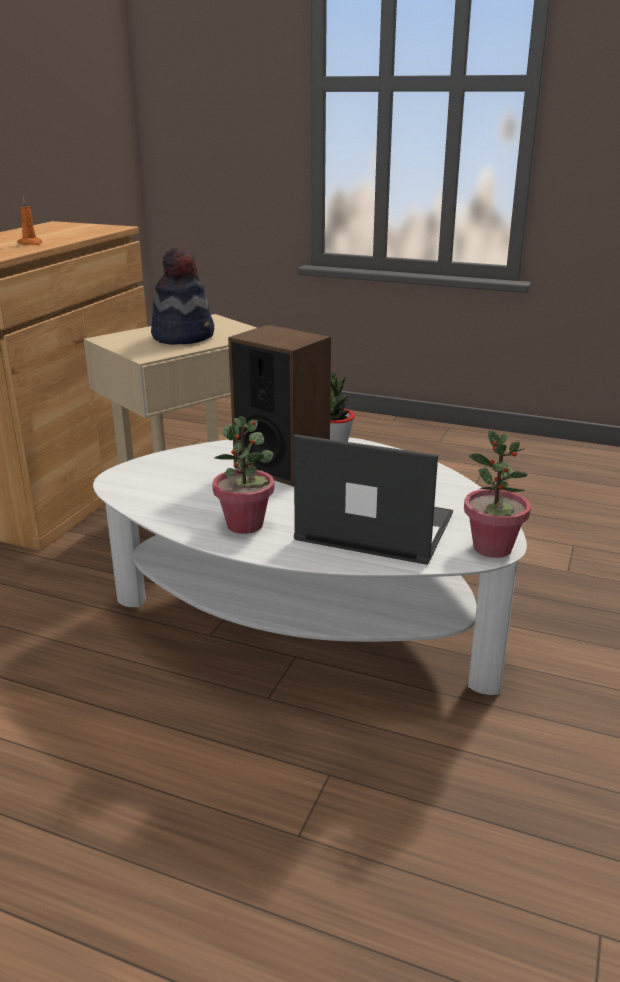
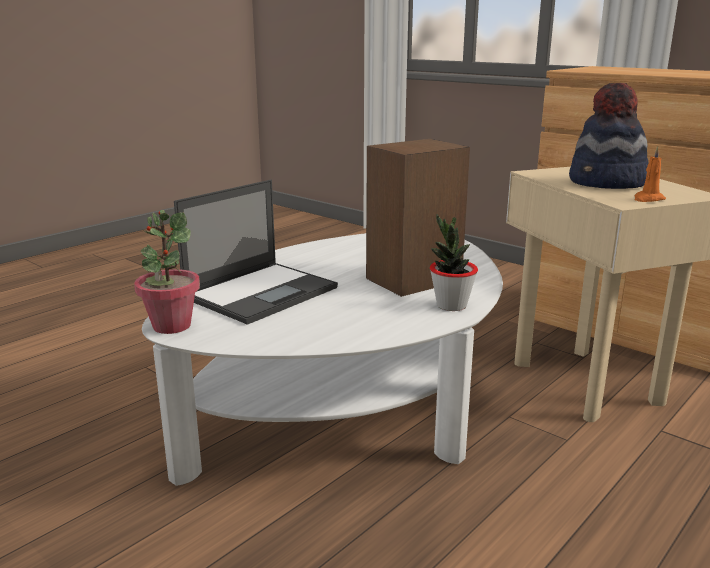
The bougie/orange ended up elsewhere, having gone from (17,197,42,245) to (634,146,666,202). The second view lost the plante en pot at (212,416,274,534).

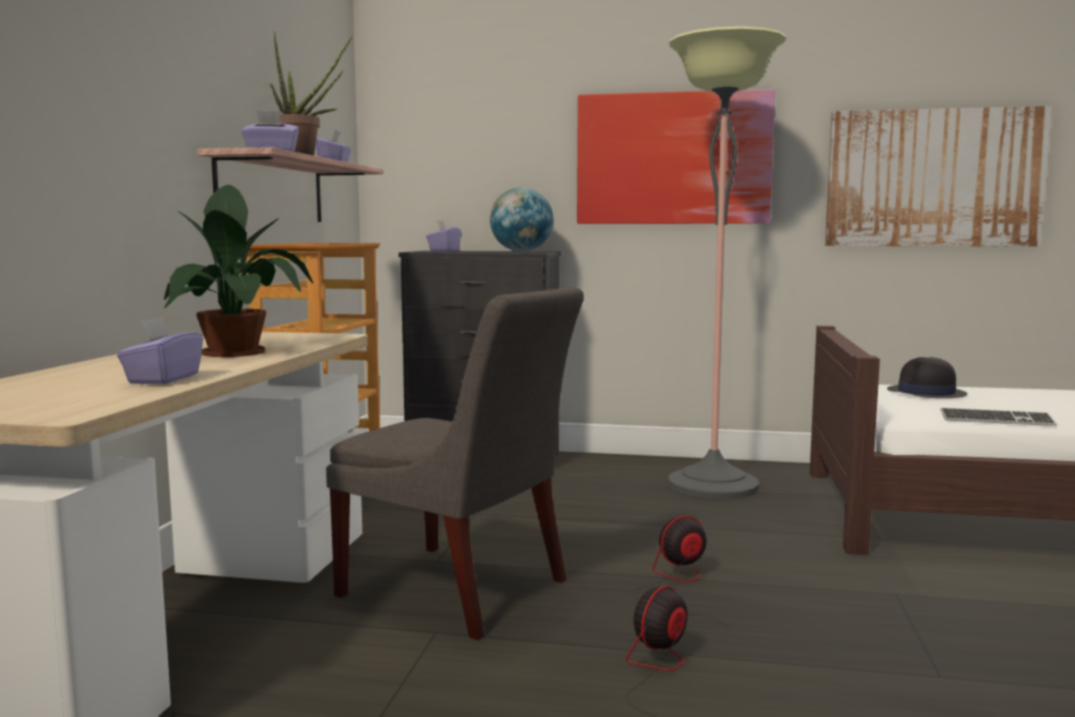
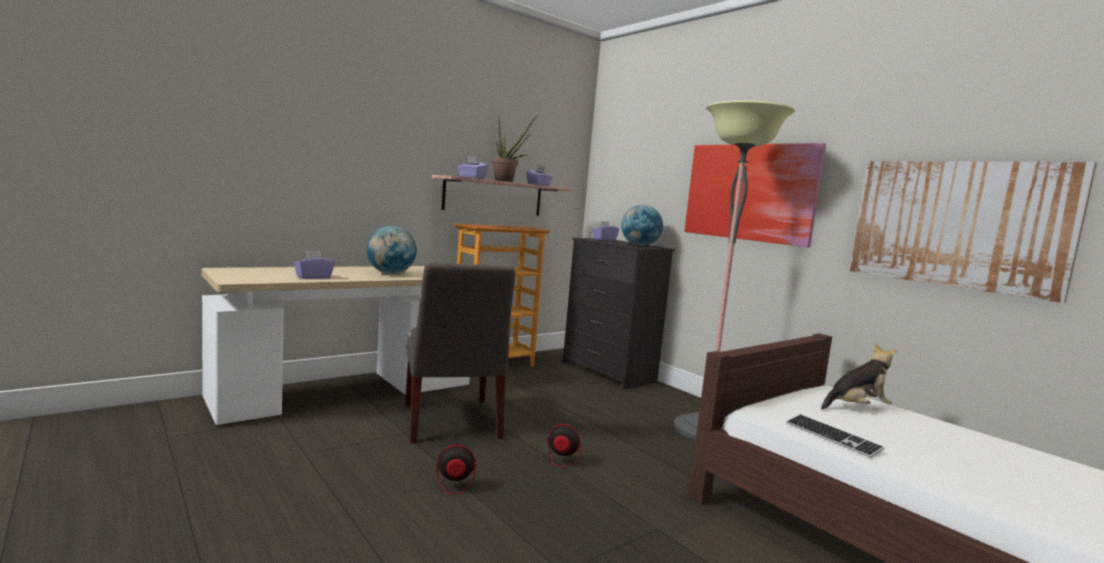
Where the plante en pot stood at (164,185,313,357), the globe came to stand at (367,226,417,274). Where the chapeau/noir stood at (887,357,967,398), the peluche came to stand at (821,343,897,410).

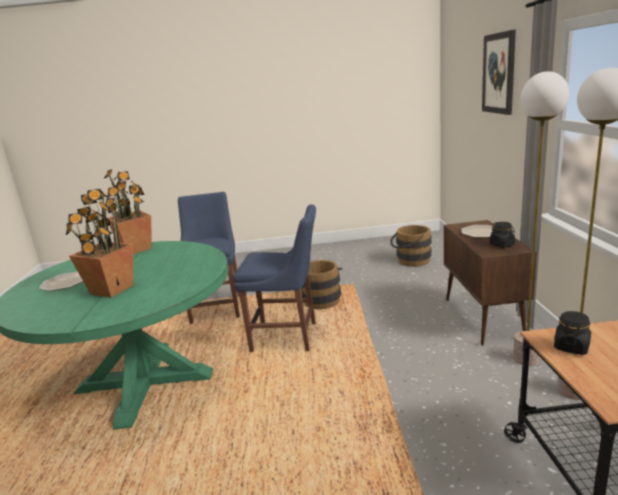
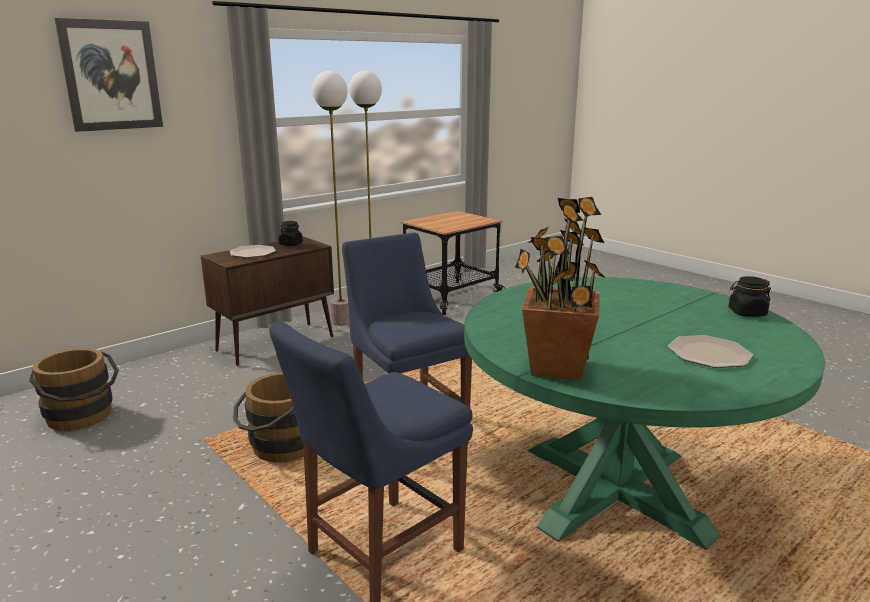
The second view lost the plante en pot at (66,189,133,298). The bocal/noir ended up elsewhere, having gone from (554,311,591,355) to (728,276,771,317).

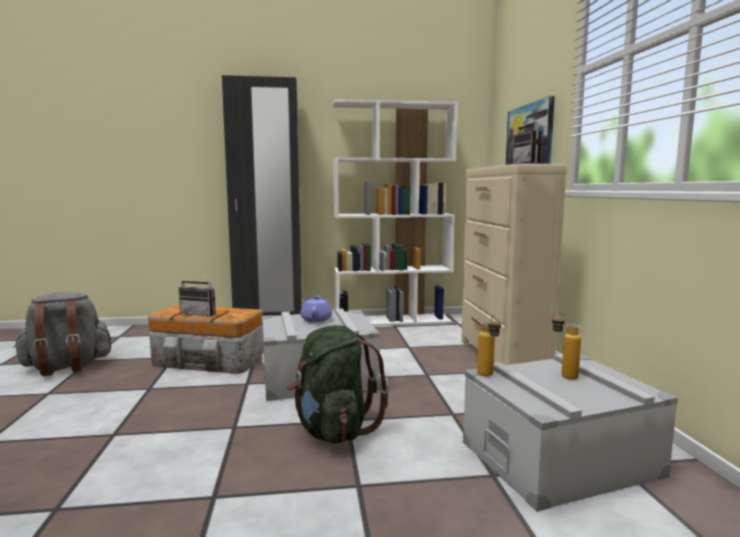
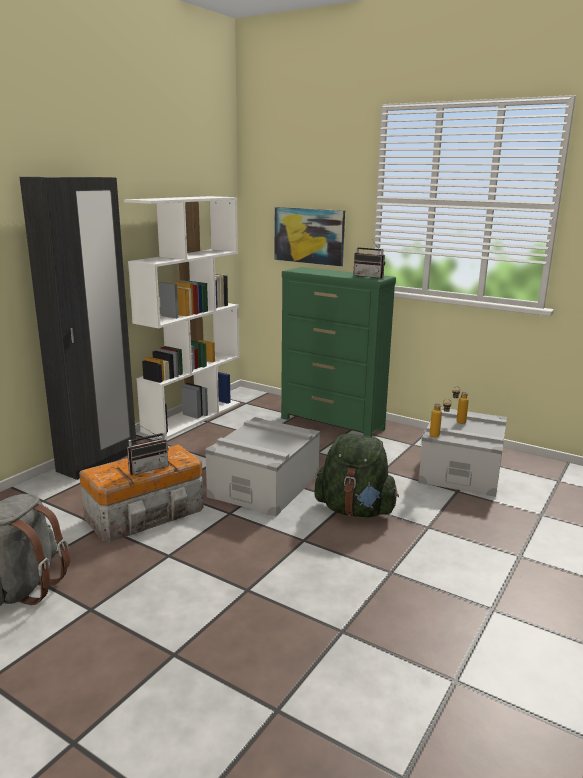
What was the commode/beige at (461,163,567,365) turned into the commode/vert at (281,267,396,437). The second view lost the théière/violet at (300,295,332,322).

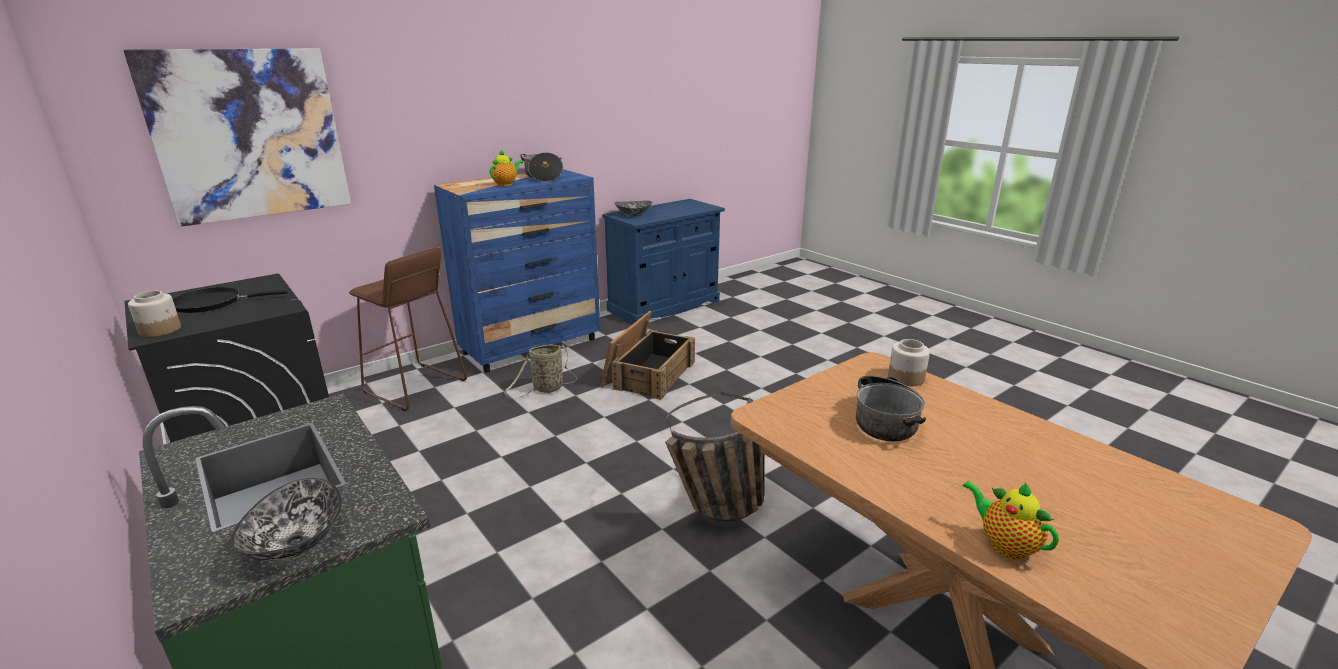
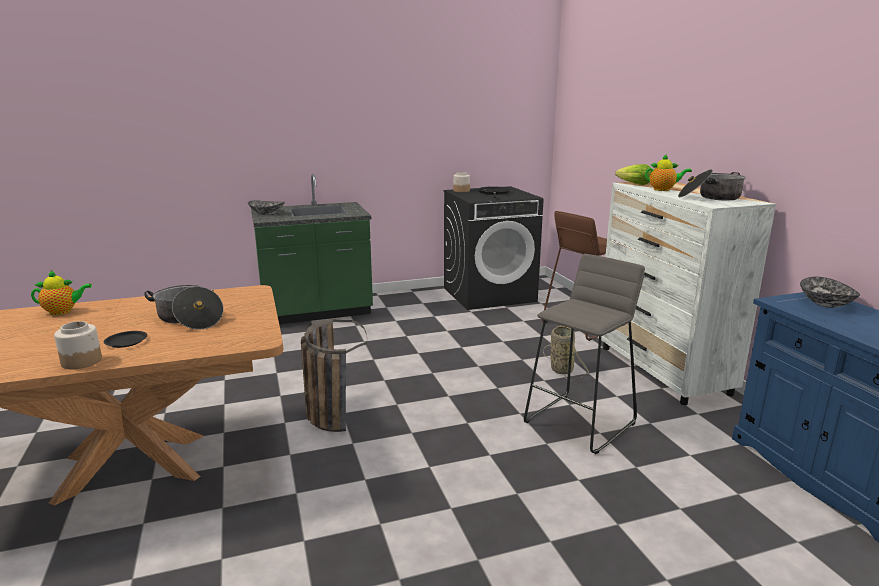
The second view lost the tableau at (123,48,351,227). The théière at (490,150,523,186) ended up facing another way, 45 degrees counterclockwise from before. What was the commode/bleu at (434,169,600,372) turned into the commode/blanc at (598,182,776,405). Where the caisse stood at (600,311,695,400), the tabouret/gris came to stand at (524,254,645,454). The bocal ended up elsewhere, having gone from (888,339,930,386) to (54,321,102,369). The second view gained the laitue at (615,164,651,185). The second view gained the assiette/noir at (104,331,148,348).

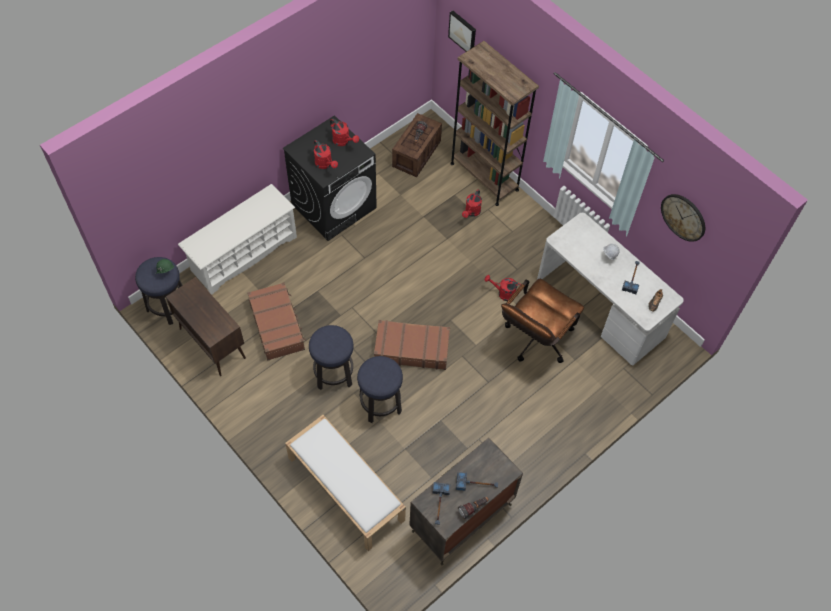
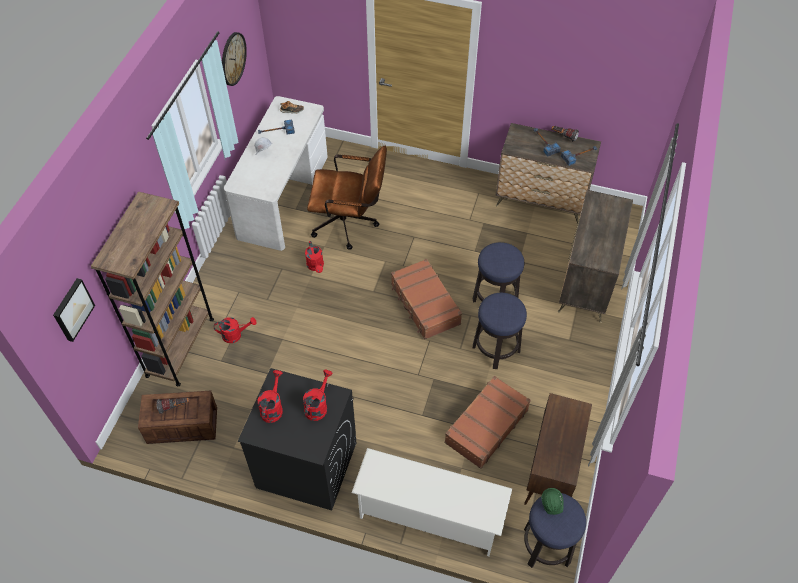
Where the banc/blanc stood at (285,415,406,551), the commode came to stand at (558,190,633,323).

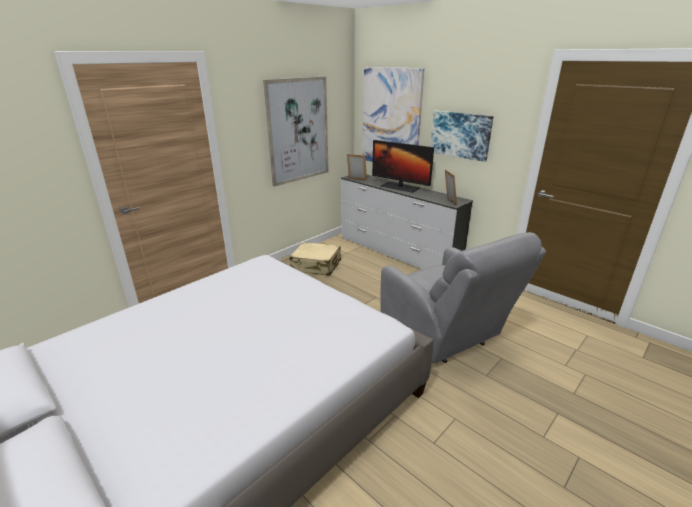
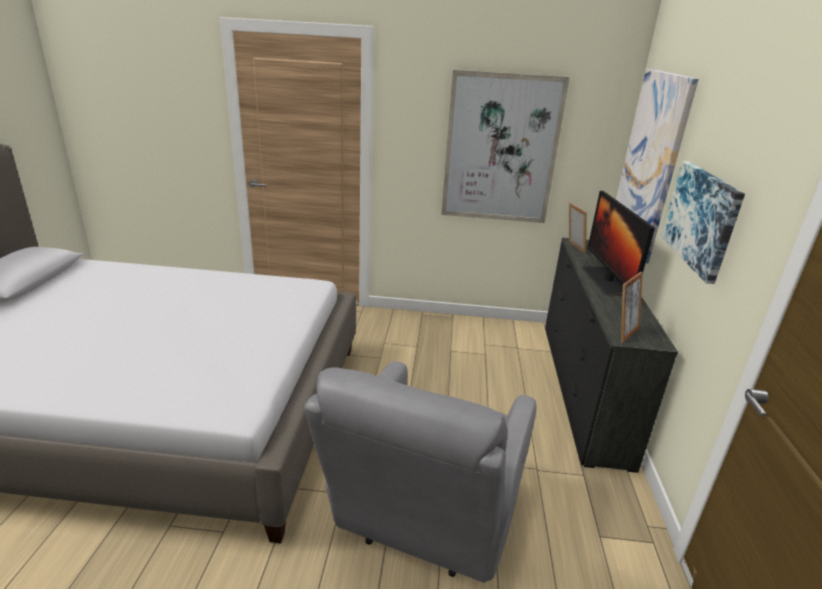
What was the commode/blanc at (341,174,473,270) turned into the commode/noir at (545,238,678,473). The second view lost the valise/beige at (289,242,341,276).

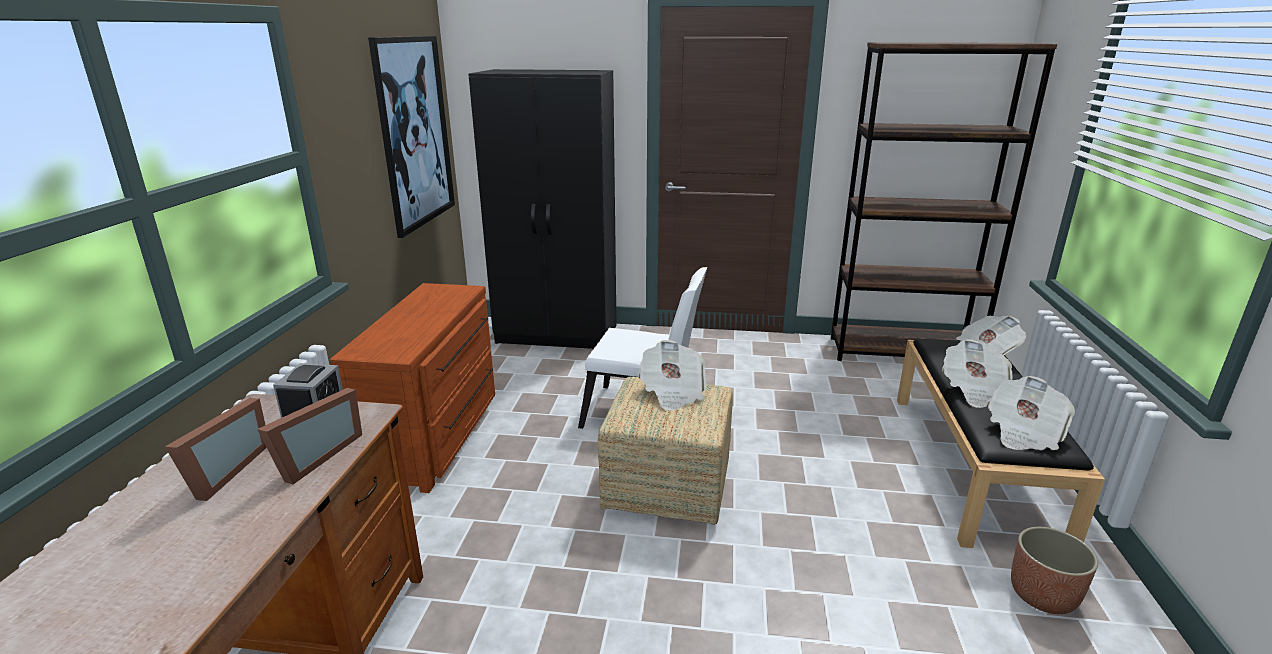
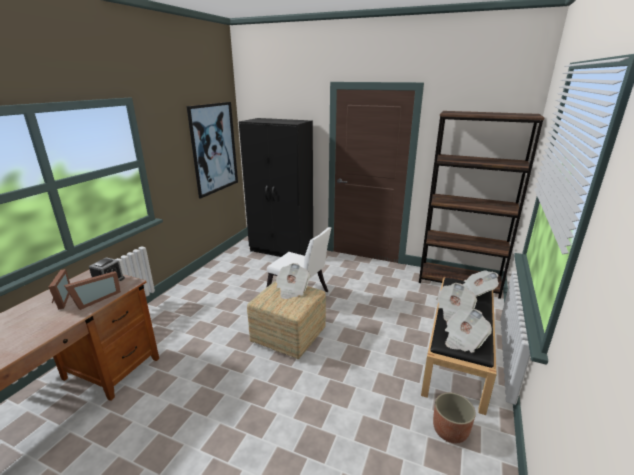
The second view lost the commode/marron at (330,283,495,493). The cadre photo at (165,398,267,501) ended up facing another way, 45 degrees counterclockwise from before.

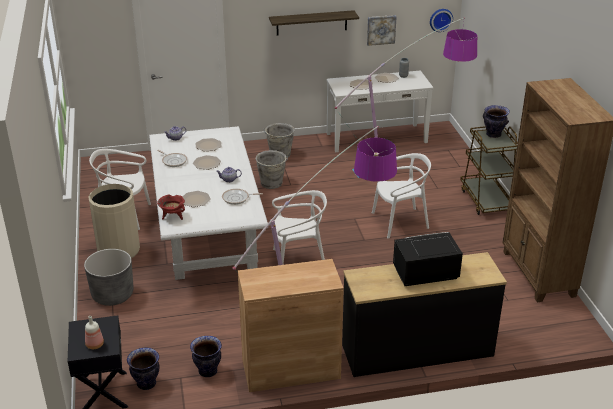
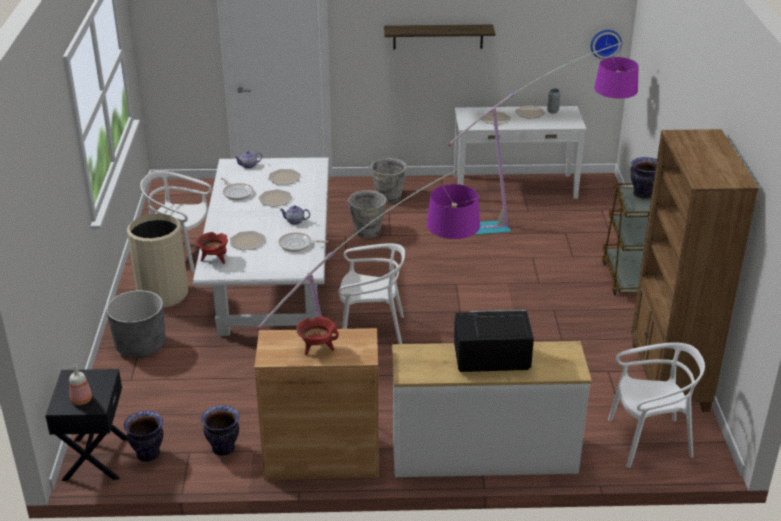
The second view lost the tableau at (367,15,397,46). The chaise/blanc ended up elsewhere, having gone from (372,153,431,238) to (608,342,705,468). What was the commode/noir at (342,252,507,377) turned into the commode/blanc at (392,341,592,477). The second view gained the marmite/rouge at (296,317,339,355).

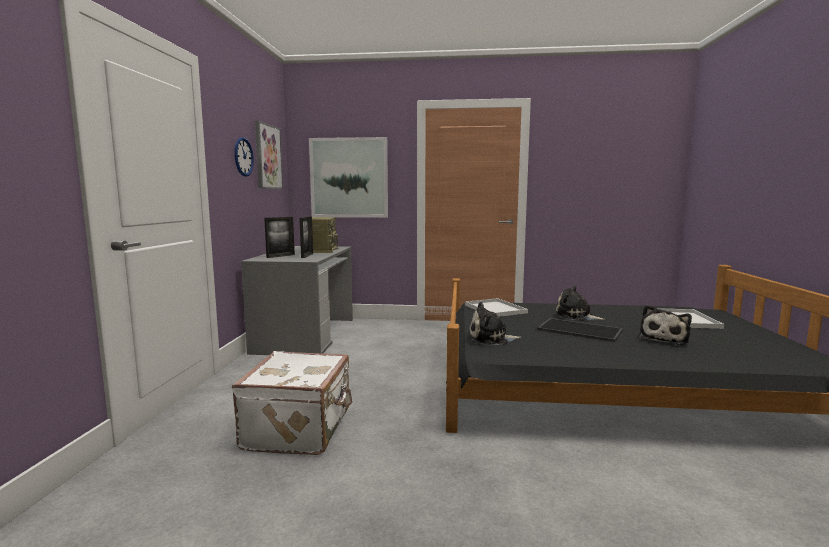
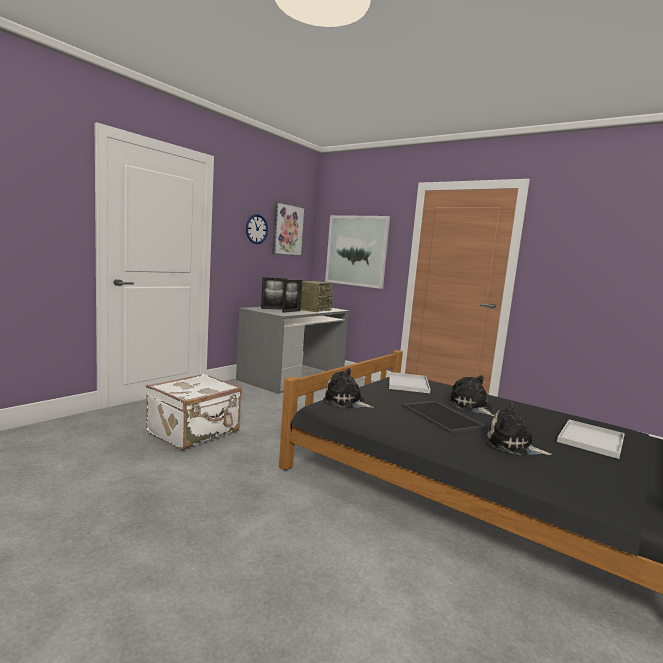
The peluche at (640,305,692,345) ended up facing another way, 60 degrees clockwise from before.

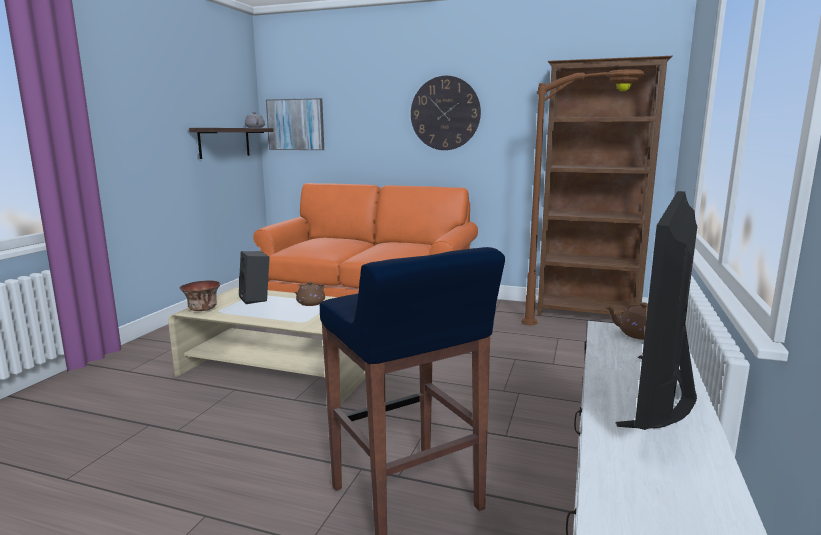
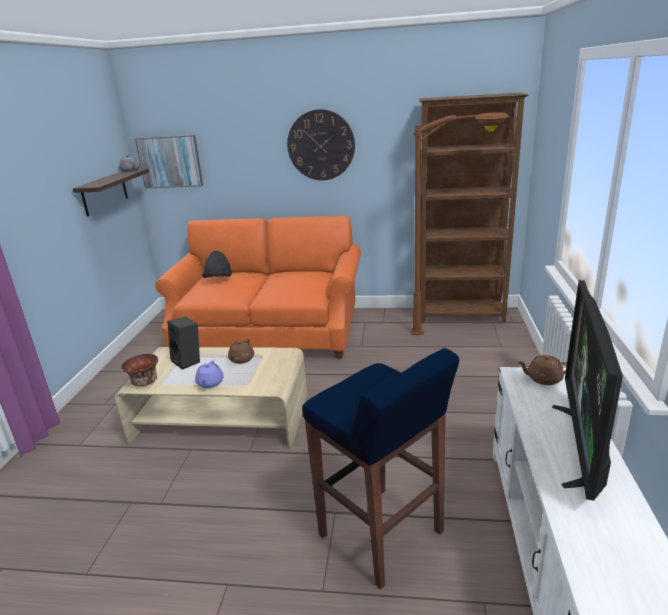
The second view gained the chapeau/noir at (202,250,232,278). The second view gained the théière/violet at (195,361,224,388).

